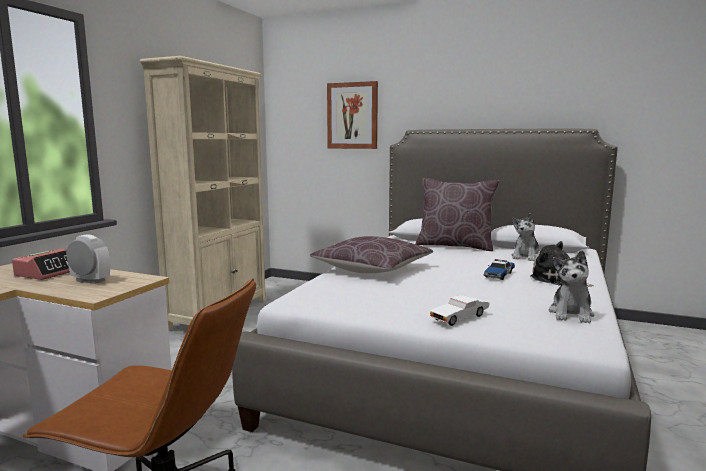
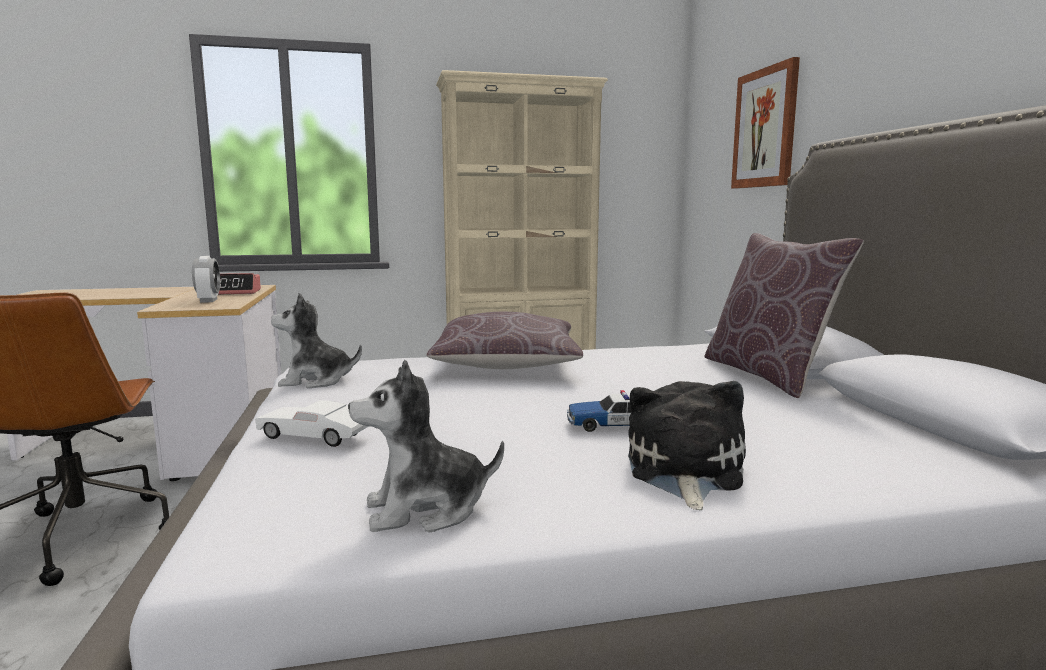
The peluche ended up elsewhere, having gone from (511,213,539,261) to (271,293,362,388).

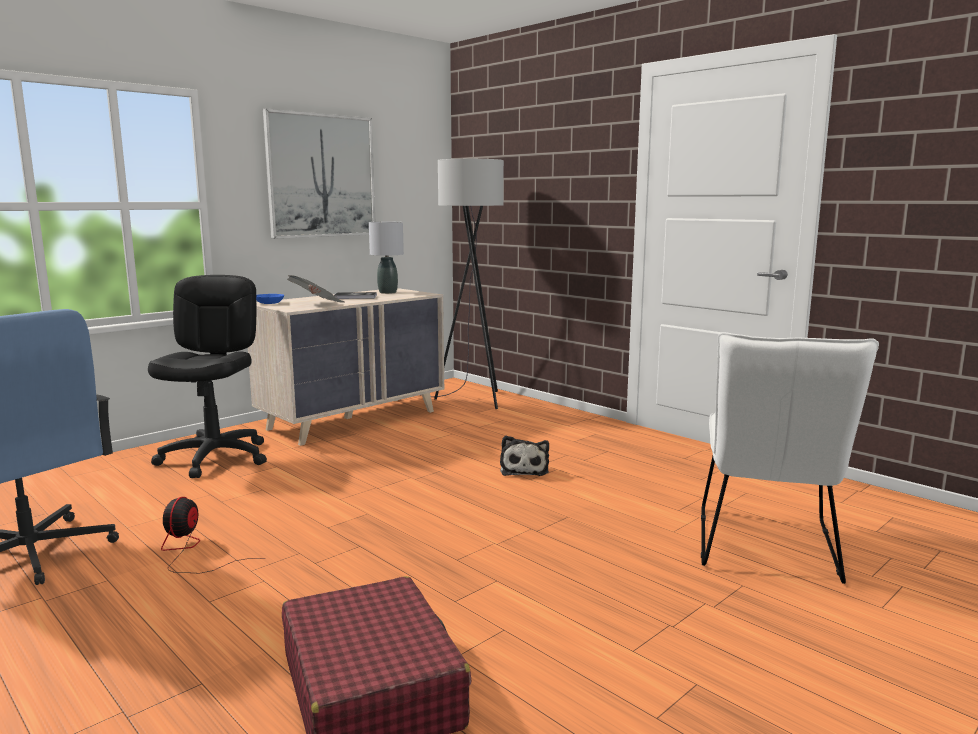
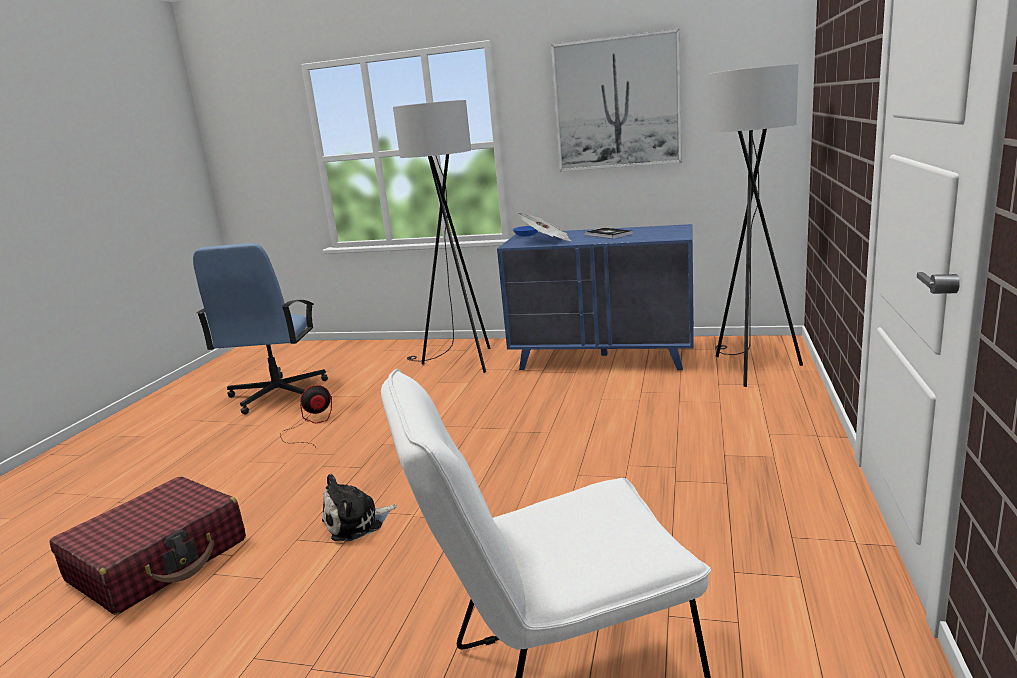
The second view lost the lampe de table/gris at (369,222,404,294). Where the chaise de bureau/noir stood at (148,275,267,478), the lampadaire/gris came to stand at (393,100,490,373). What was the commode/beige at (248,288,445,446) turned into the commode/bleu at (497,224,694,370). The peluche ended up elsewhere, having gone from (500,435,549,476) to (322,474,397,541).

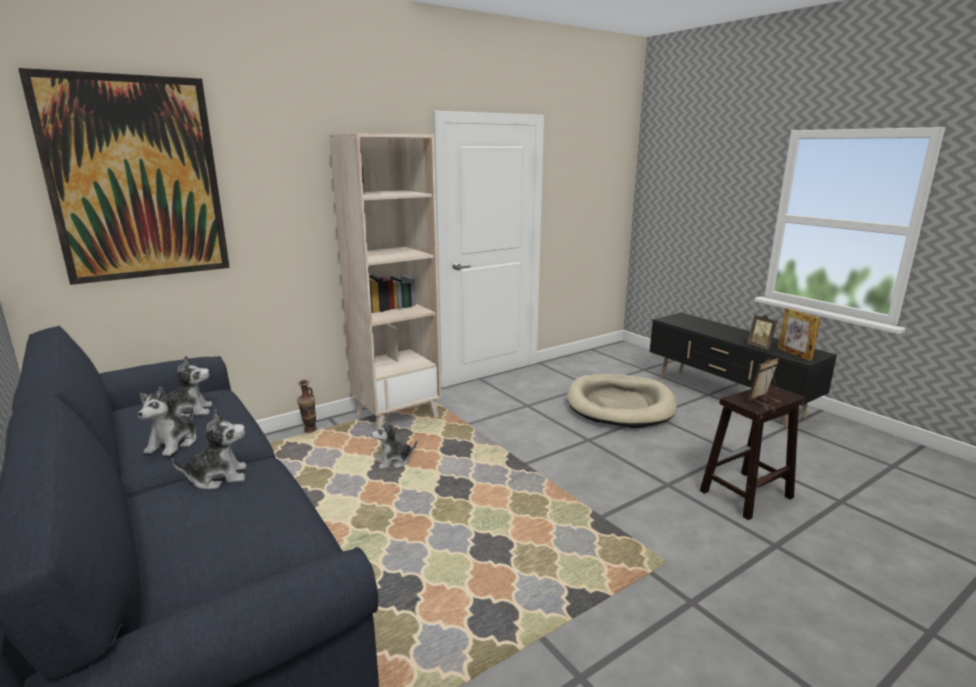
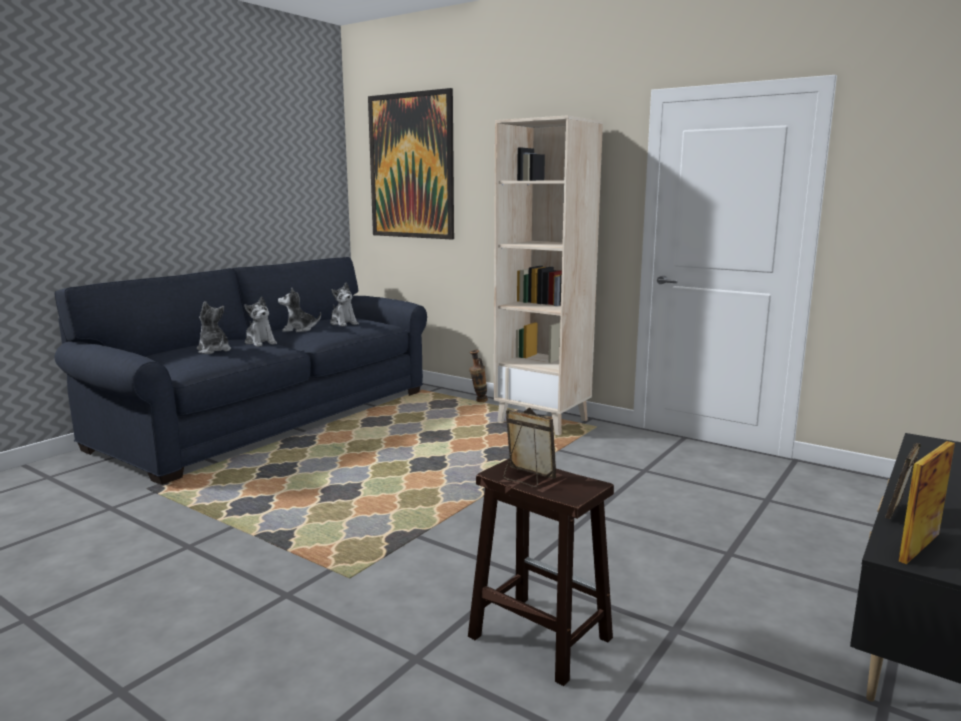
The second view lost the panier pour chien/beige at (567,374,677,428). The peluche ended up elsewhere, having gone from (371,419,417,469) to (197,301,231,354).

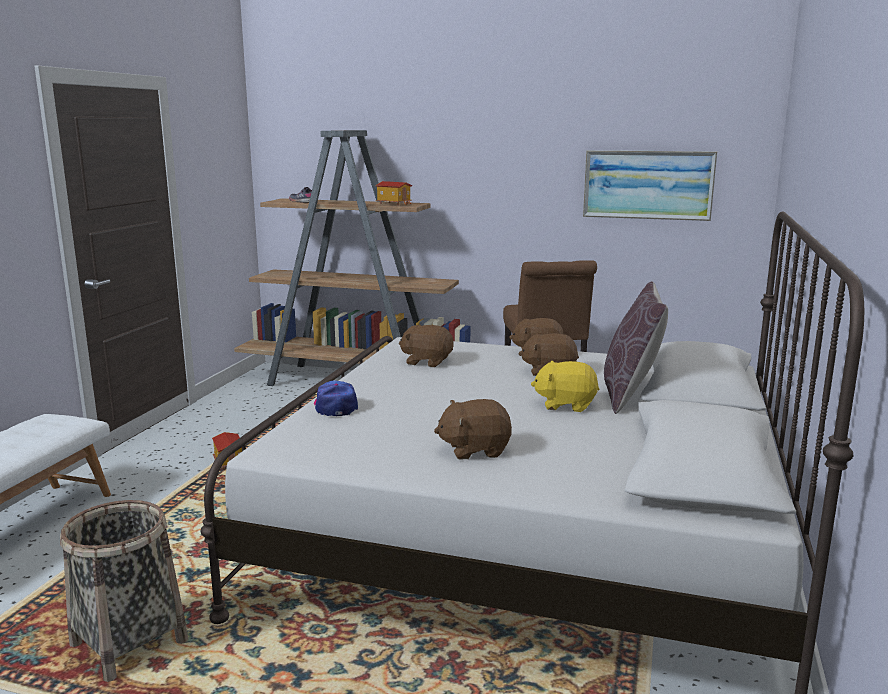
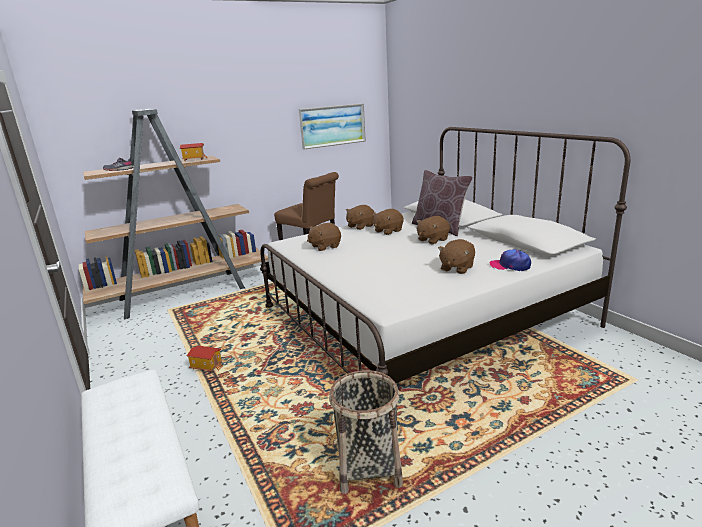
What was the peluche/jaune at (531,361,599,412) turned into the peluche/marron at (417,216,450,244). The casquette ended up elsewhere, having gone from (314,380,358,416) to (490,249,531,272).

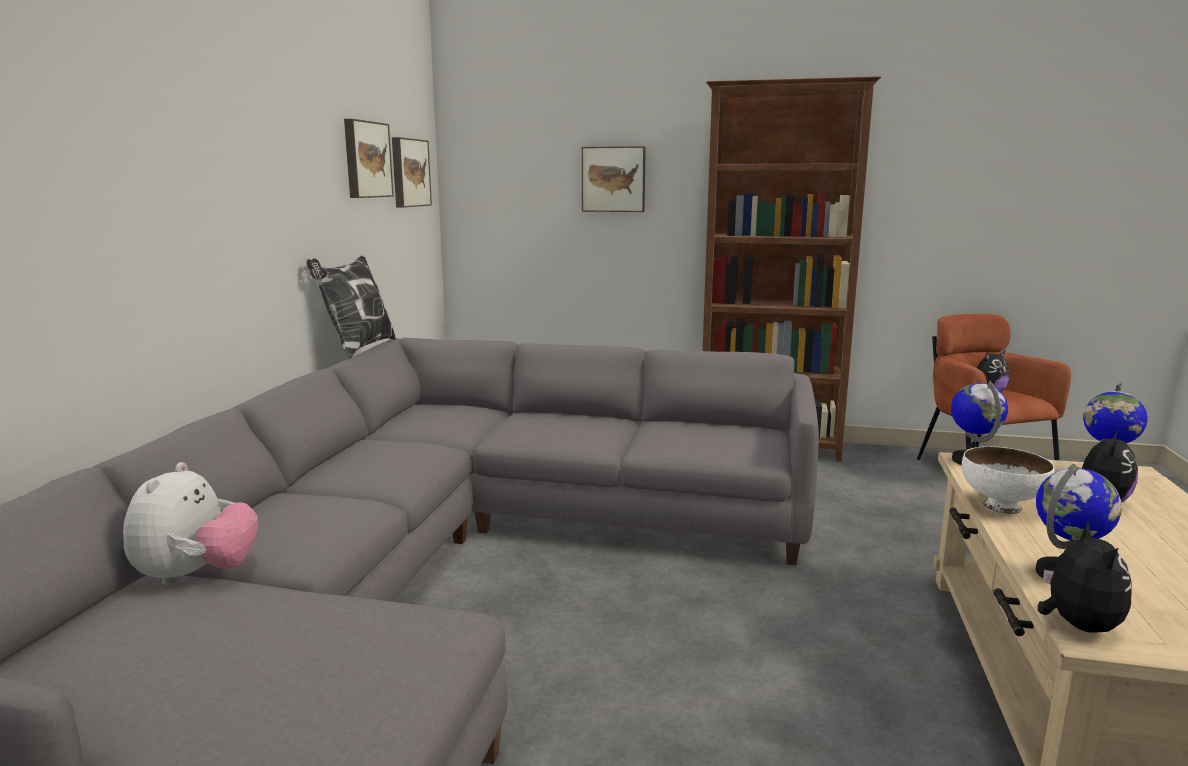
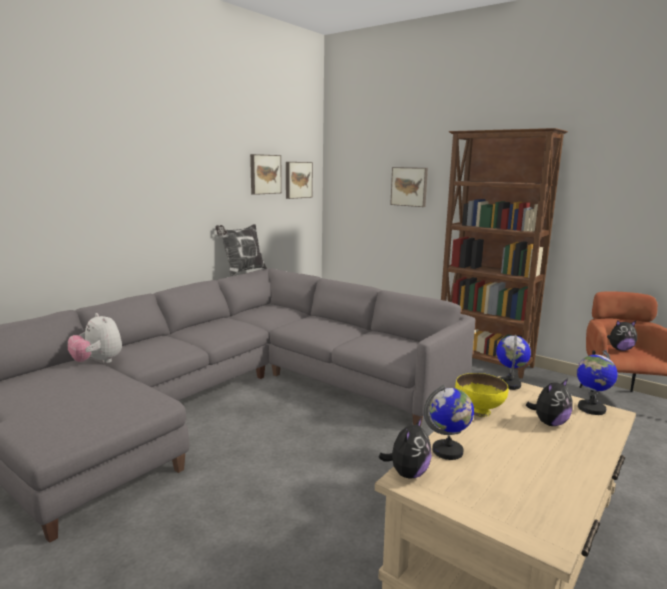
What was the bol/blanc at (962,446,1055,514) turned into the bol/jaune at (455,373,508,417). The peluche at (123,462,258,586) ended up facing another way, 105 degrees clockwise from before.

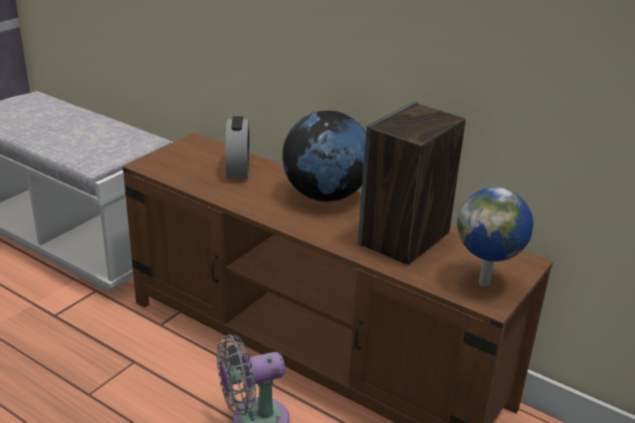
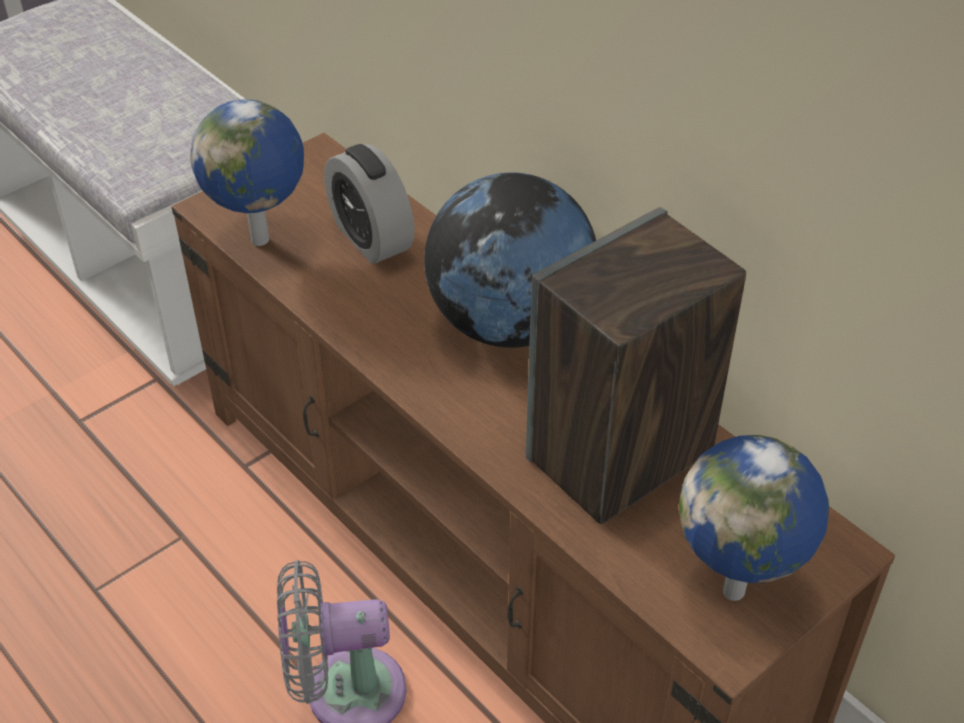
The réveil at (225,116,250,179) ended up facing another way, 135 degrees clockwise from before. The second view gained the globe at (190,99,304,246).

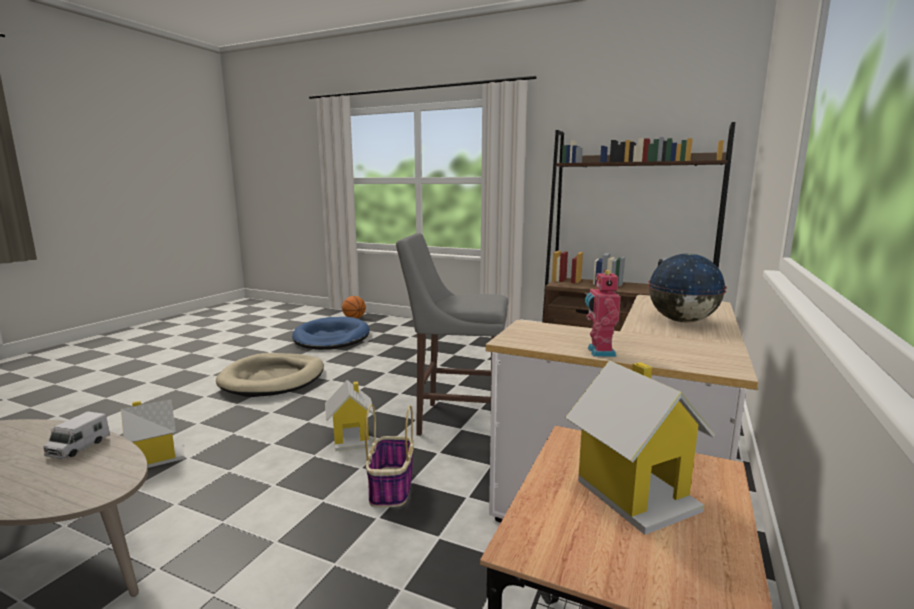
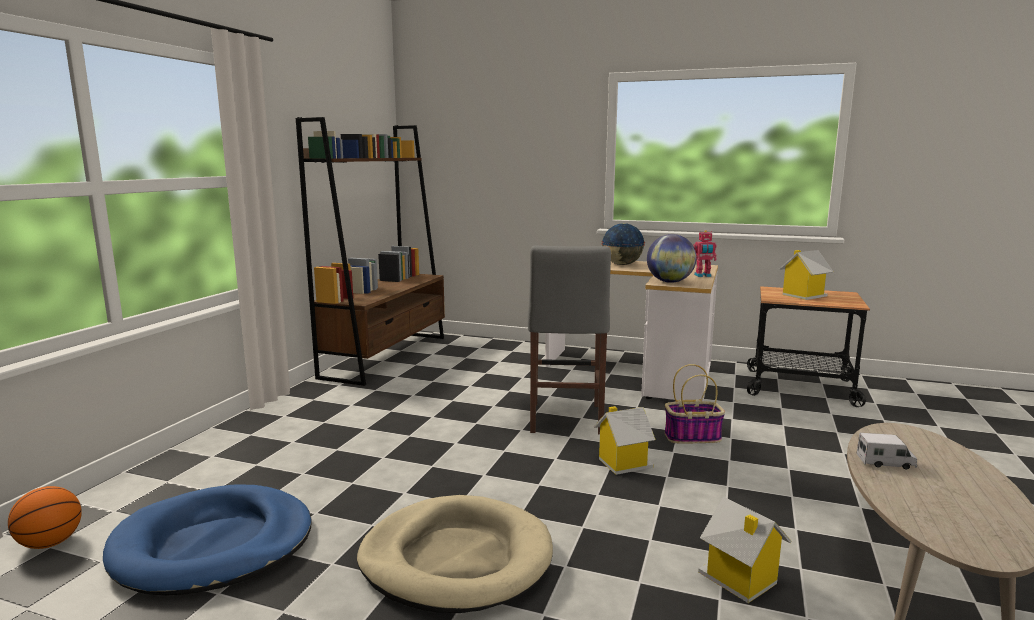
The second view gained the globe at (647,234,696,283).

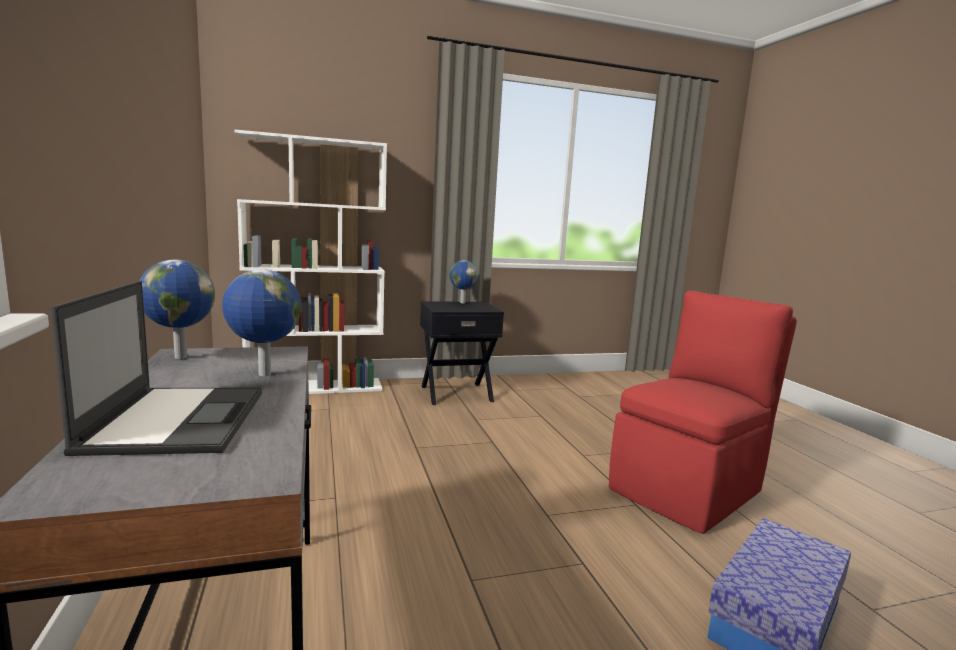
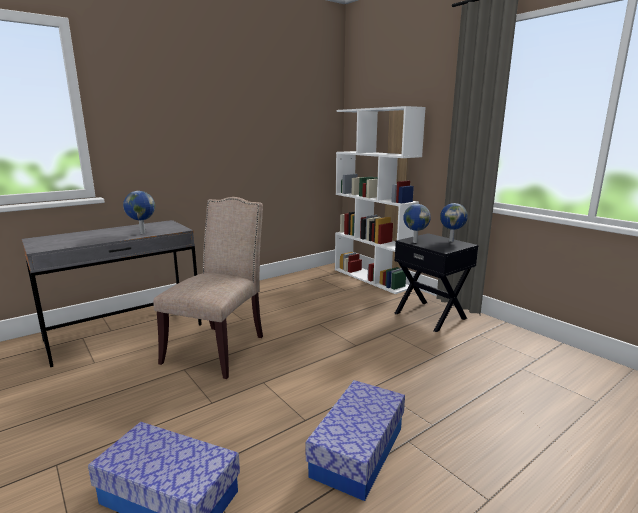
The globe ended up elsewhere, having gone from (140,260,215,359) to (403,204,431,243). The second view lost the ordinateur portable at (50,281,262,456). Where the chaise/rouge stood at (609,291,797,534), the boîte de rangement came to stand at (305,380,405,501). The second view gained the chaise/beige at (153,197,263,379).

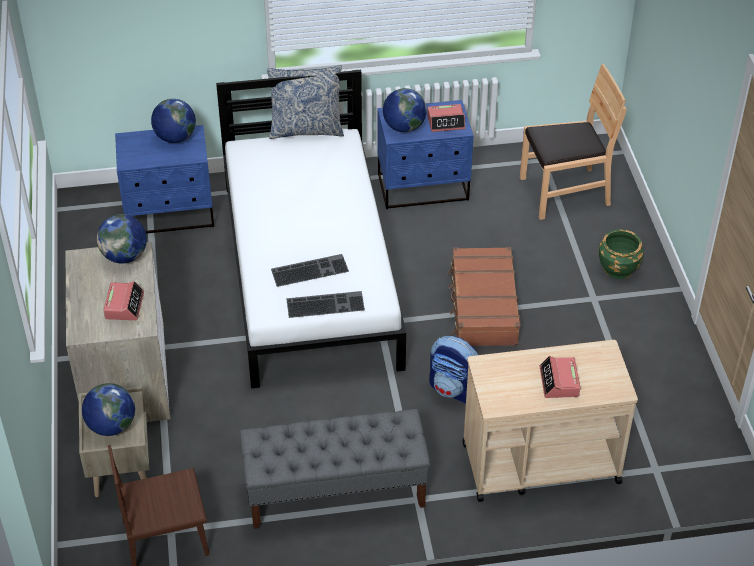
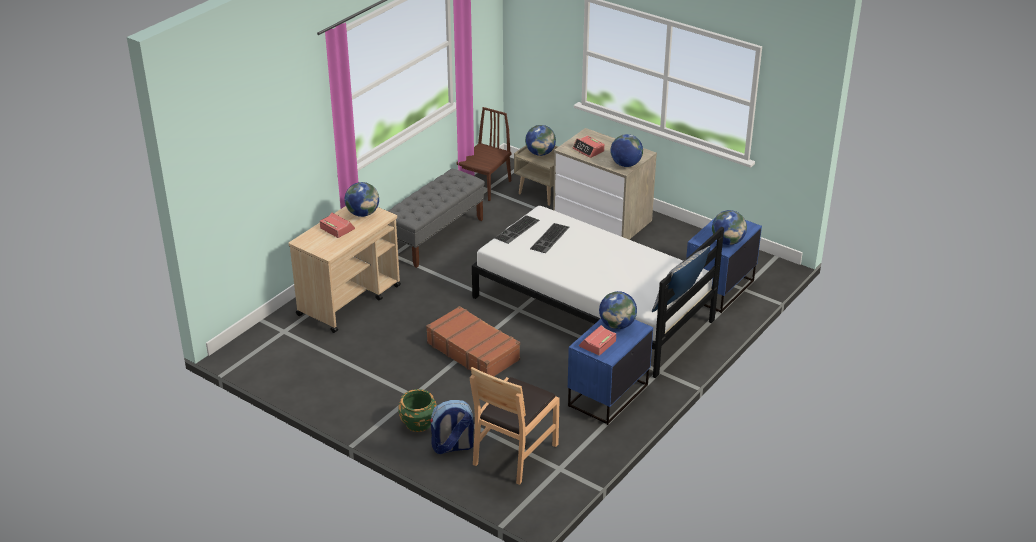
The sac à dos ended up elsewhere, having gone from (429,336,478,404) to (430,400,474,454). The second view gained the globe at (345,182,379,217).

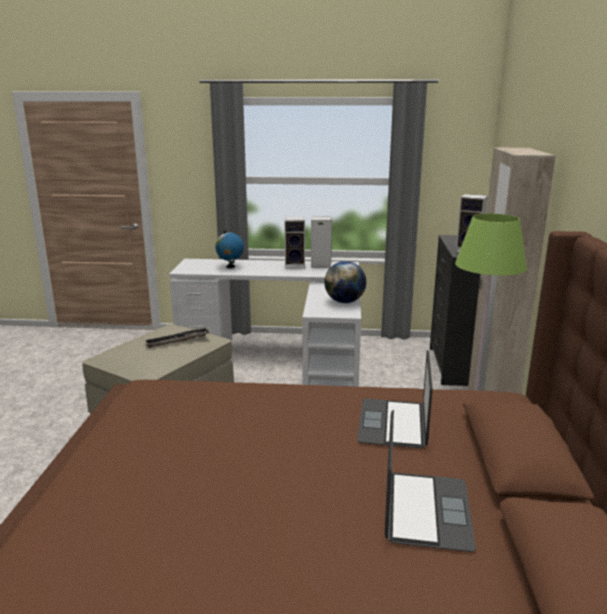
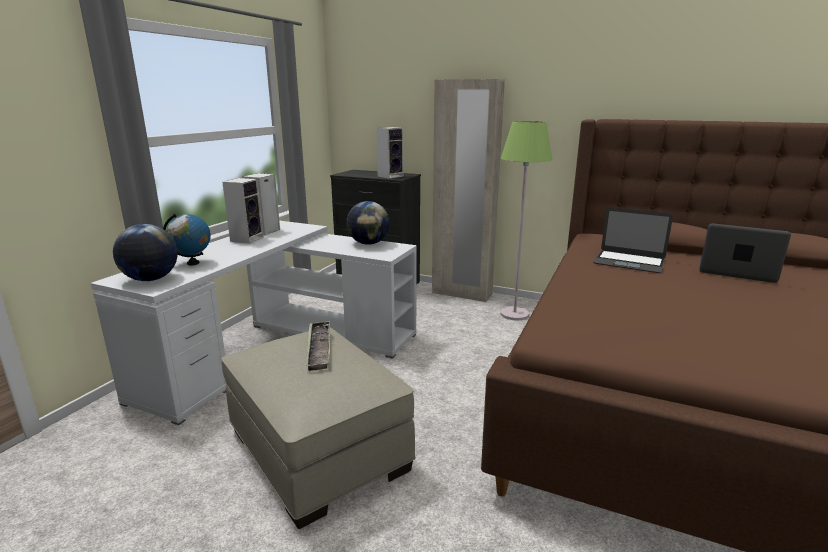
The second view gained the globe at (113,224,178,281).

